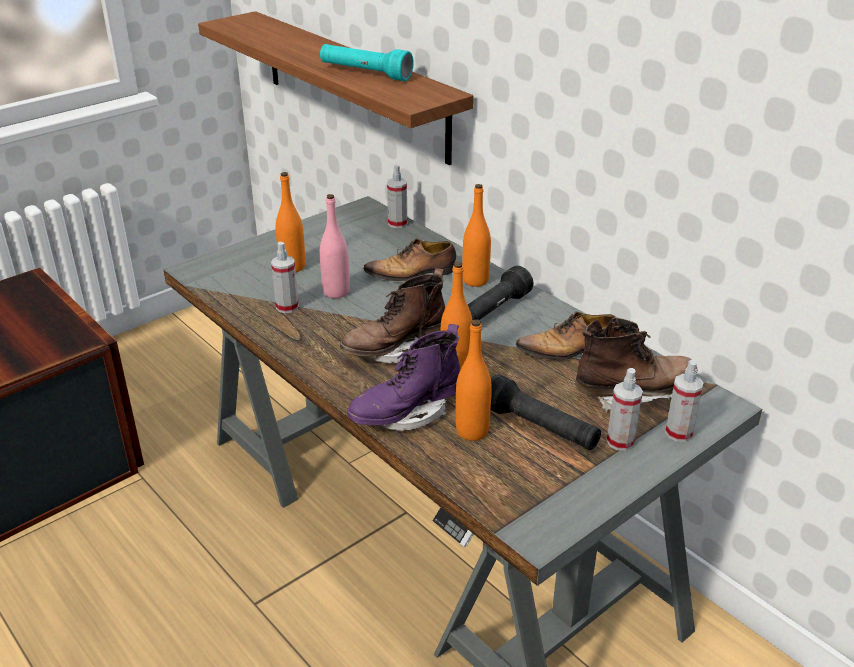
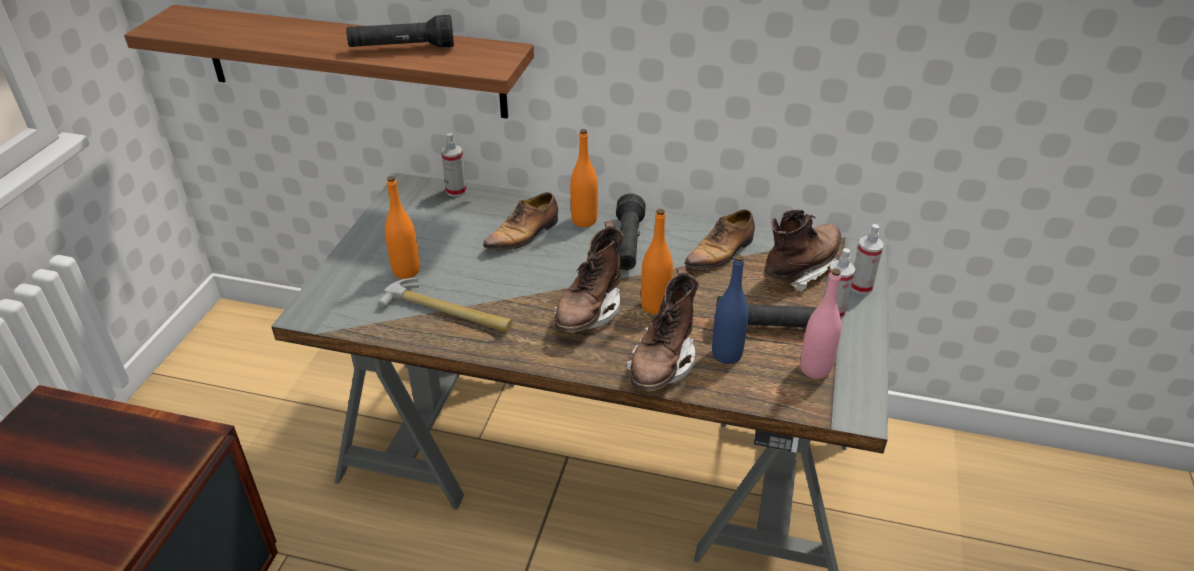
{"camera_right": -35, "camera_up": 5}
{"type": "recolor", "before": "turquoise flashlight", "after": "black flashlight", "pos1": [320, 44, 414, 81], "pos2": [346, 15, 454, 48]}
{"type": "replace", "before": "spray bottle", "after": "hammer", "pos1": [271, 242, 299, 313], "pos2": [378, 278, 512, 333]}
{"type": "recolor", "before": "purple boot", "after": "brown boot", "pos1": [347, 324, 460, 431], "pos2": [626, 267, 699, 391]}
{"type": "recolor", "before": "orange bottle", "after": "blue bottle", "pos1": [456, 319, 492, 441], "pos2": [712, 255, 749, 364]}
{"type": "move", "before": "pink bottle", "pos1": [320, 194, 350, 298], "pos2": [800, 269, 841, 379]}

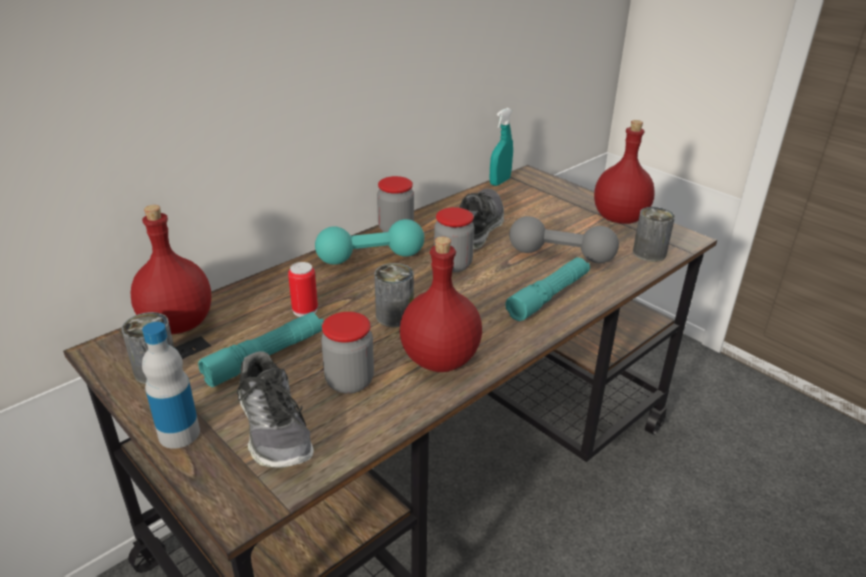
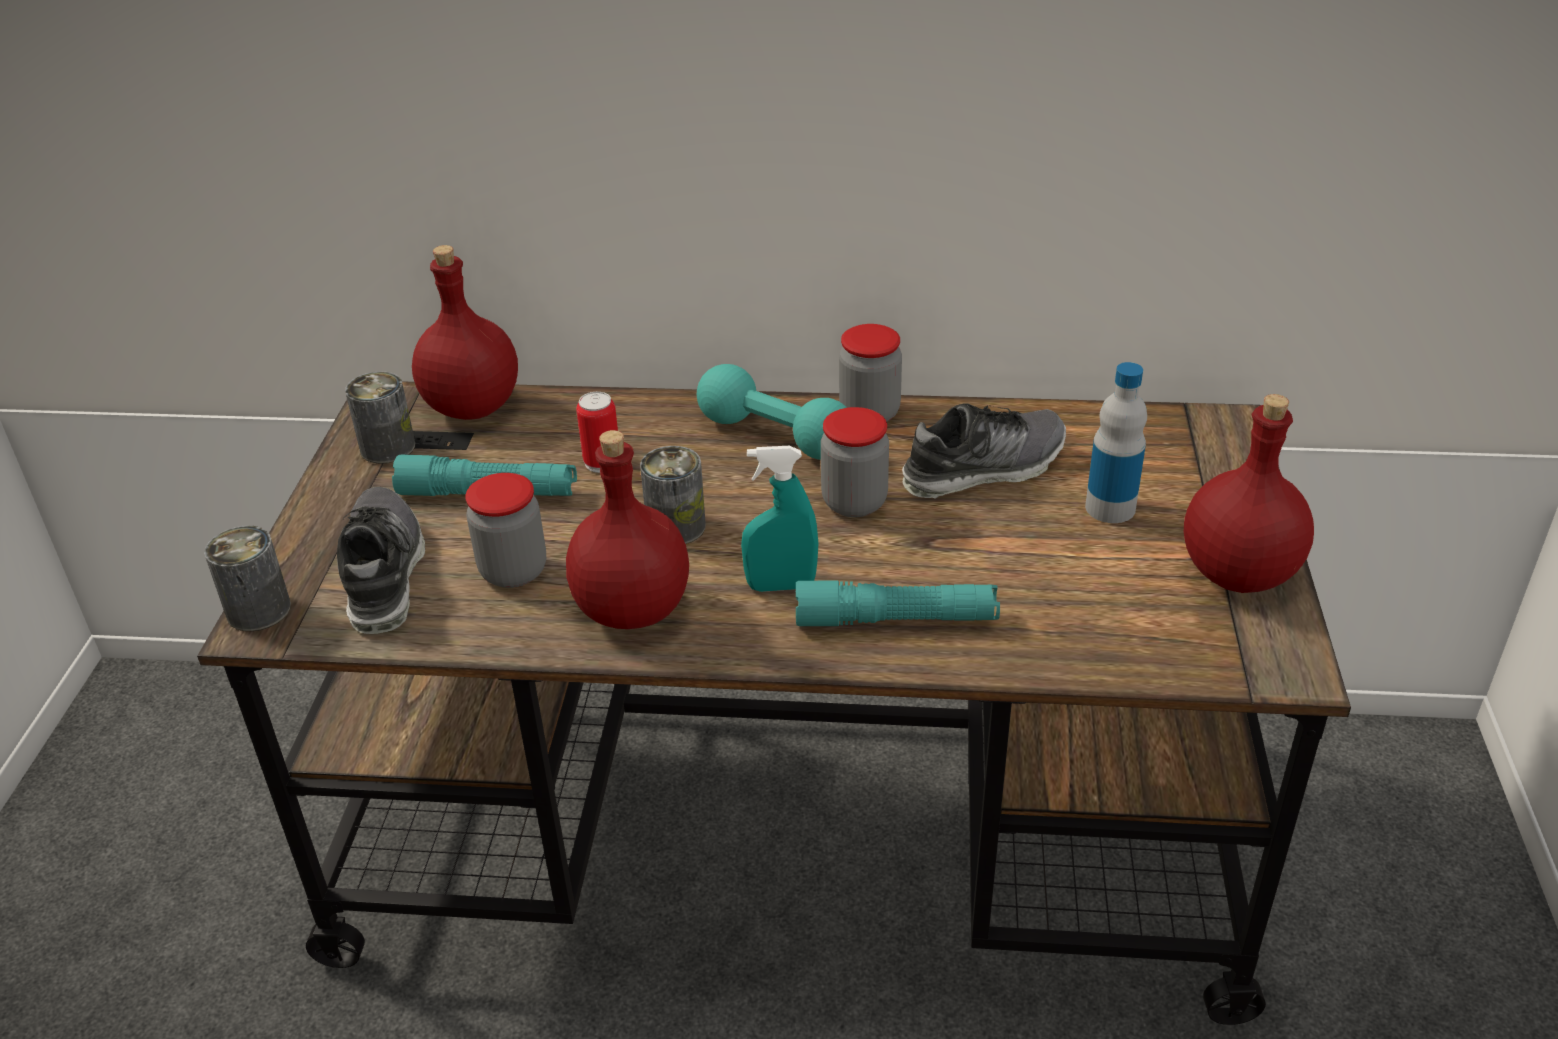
{"camera_right": 50, "camera_up": 5}
{"type": "move", "before": "can", "pos1": [633, 207, 675, 262], "pos2": [204, 525, 291, 631]}
{"type": "rotate", "before": "shoe", "pos1": [237, 351, 314, 467], "pos2": [337, 487, 425, 634], "turn": 150}
{"type": "move", "before": "turquoise spray bottle", "pos1": [490, 108, 513, 186], "pos2": [741, 446, 818, 592]}
{"type": "move", "before": "bottle", "pos1": [142, 322, 200, 449], "pos2": [1085, 362, 1147, 523]}
{"type": "delete", "before": "grey dumbbell", "pos1": [509, 216, 619, 263]}

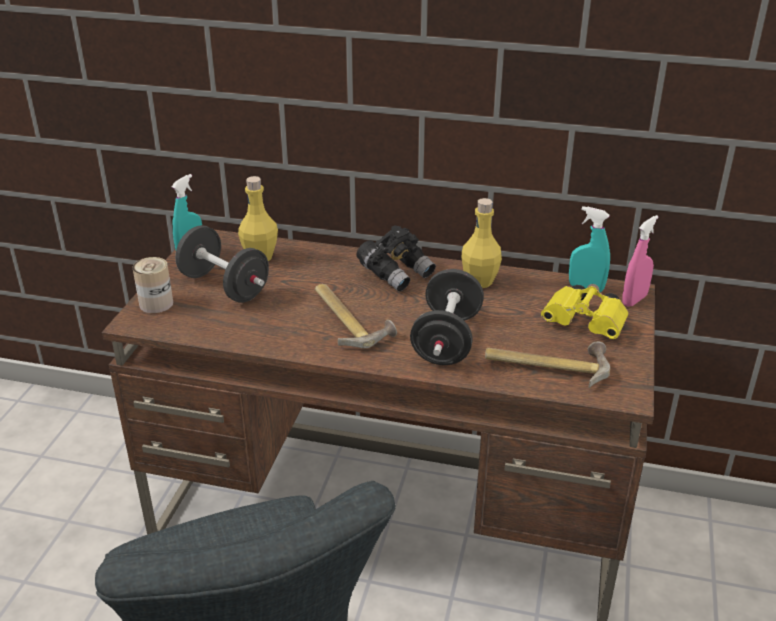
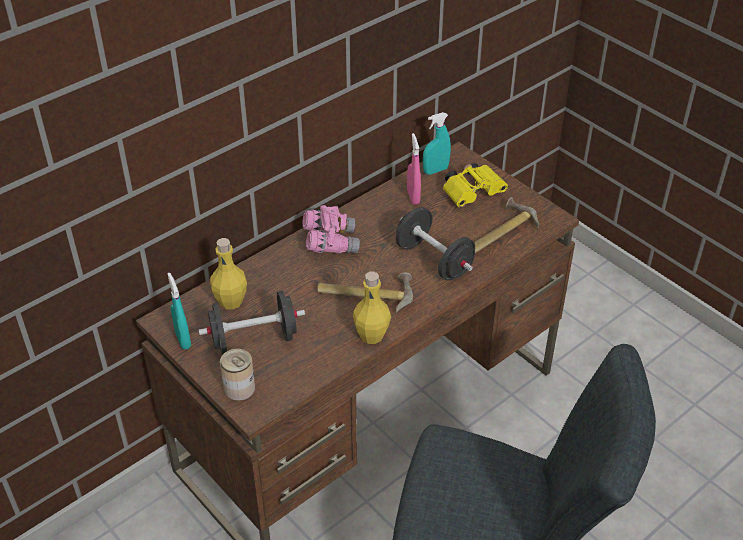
{"camera_right": -55, "camera_up": 10}
{"type": "recolor", "before": "black binoculars", "after": "pink binoculars", "pos1": [356, 225, 436, 292], "pos2": [303, 205, 360, 254]}
{"type": "move", "before": "yellow bottle", "pos1": [462, 198, 502, 288], "pos2": [353, 272, 391, 344]}
{"type": "move", "before": "pink spray bottle", "pos1": [622, 215, 659, 307], "pos2": [407, 133, 421, 205]}

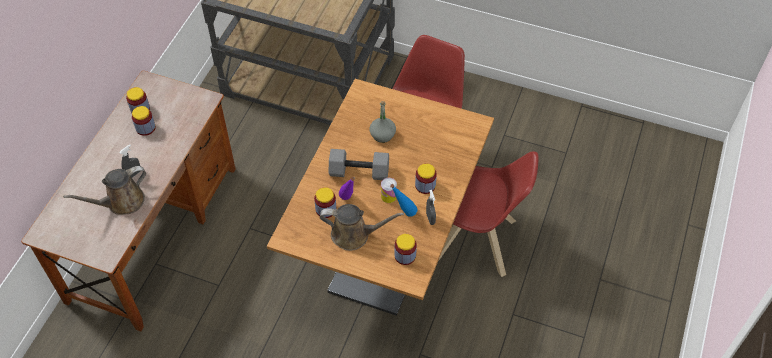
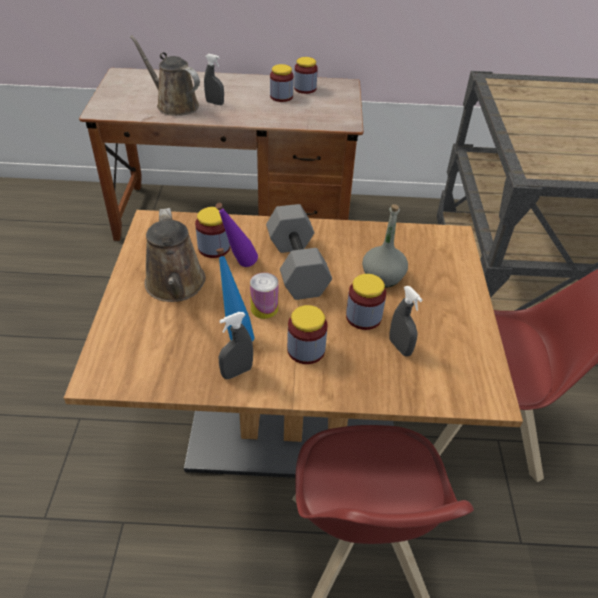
{"camera_right": 70, "camera_up": -10}
{"type": "move", "before": "jar", "pos1": [394, 234, 417, 265], "pos2": [346, 274, 386, 330]}
{"type": "insert", "after": "grey spray bottle", "pos2": [389, 286, 422, 357]}

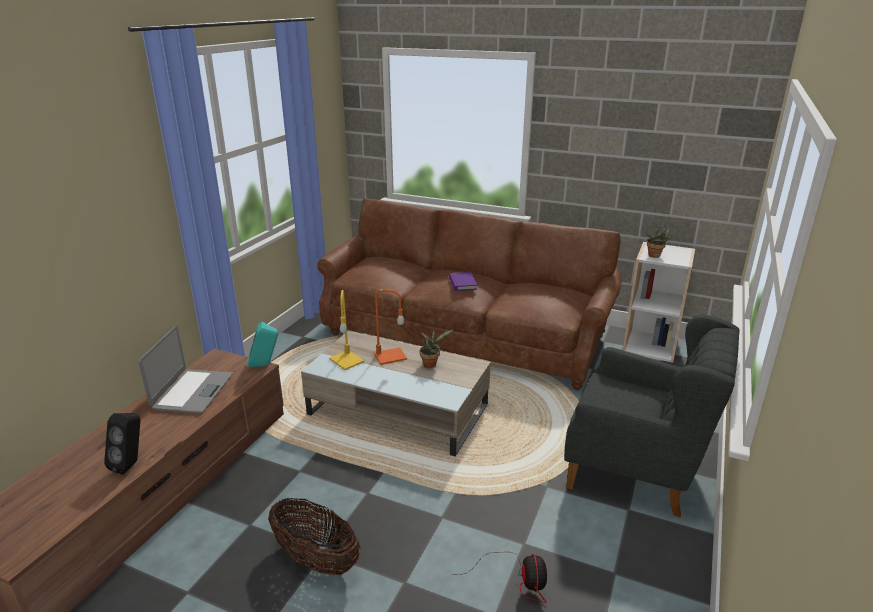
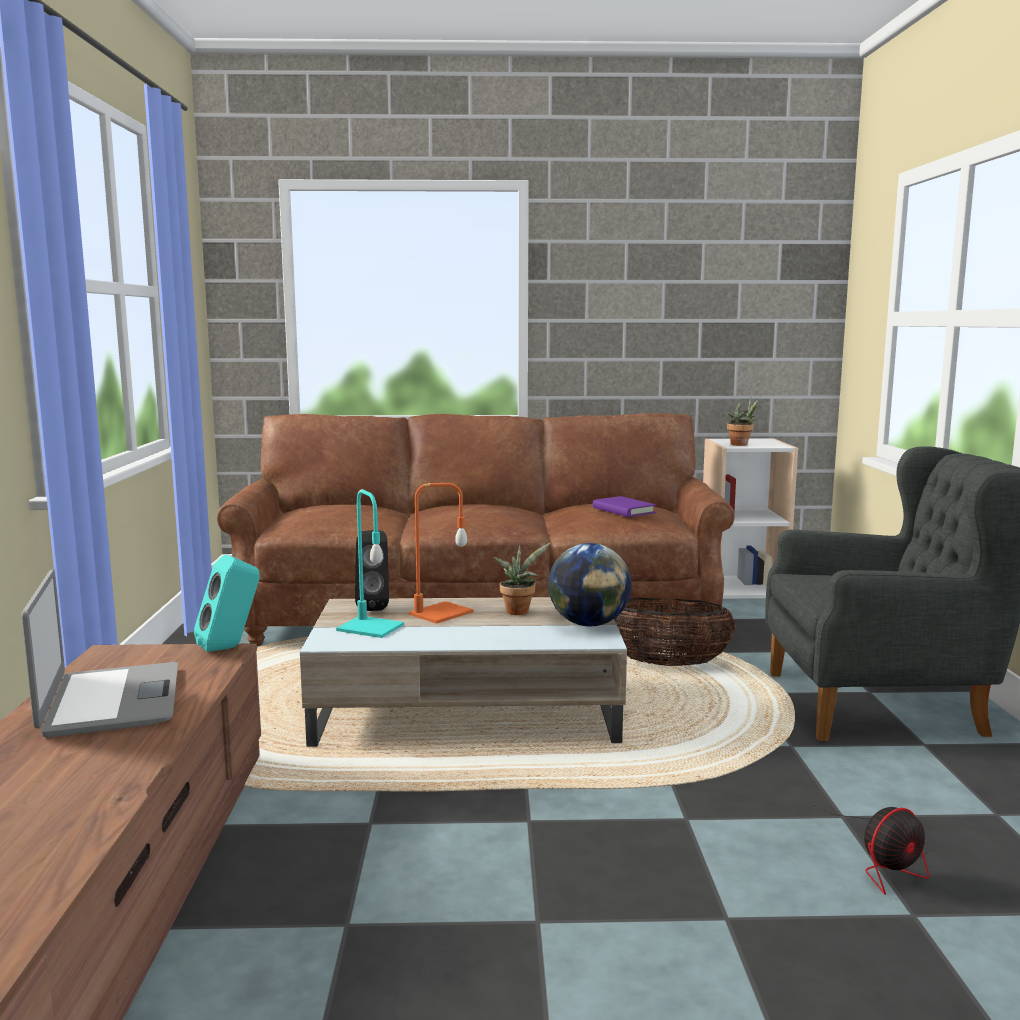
{"camera_right": -25, "camera_up": -15}
{"type": "recolor", "before": "yellow table lamp", "after": "turquoise table lamp", "pos1": [329, 290, 364, 370], "pos2": [336, 489, 404, 638]}
{"type": "move", "before": "black speaker", "pos1": [104, 413, 140, 475], "pos2": [355, 530, 389, 611]}
{"type": "insert", "after": "globe", "pos2": [548, 543, 632, 626]}
{"type": "move", "before": "purple book", "pos1": [449, 272, 477, 291], "pos2": [593, 496, 656, 517]}
{"type": "move", "before": "basket", "pos1": [268, 497, 361, 575], "pos2": [614, 598, 736, 666]}
{"type": "rotate", "before": "fan", "pos1": [456, 552, 547, 603], "pos2": [812, 803, 932, 895], "turn": 90}

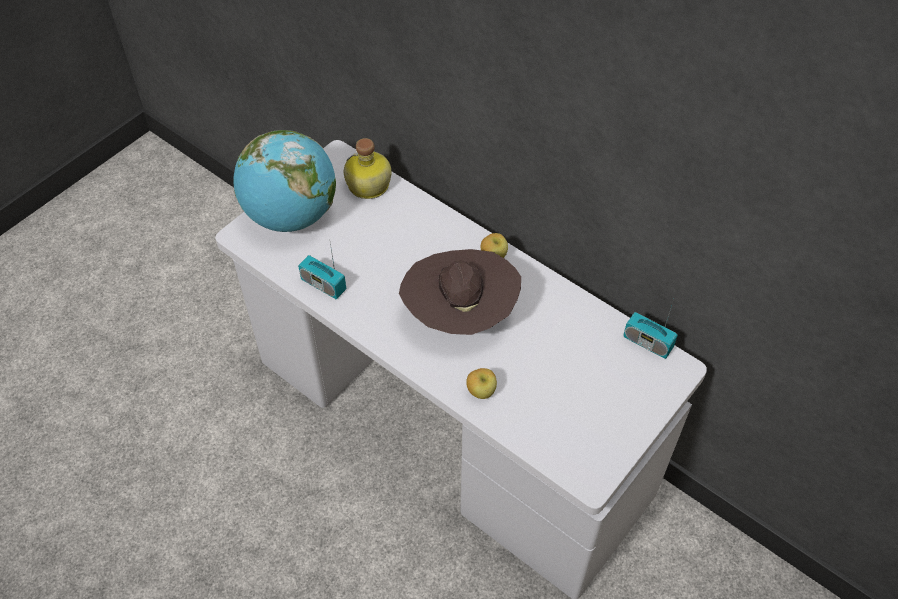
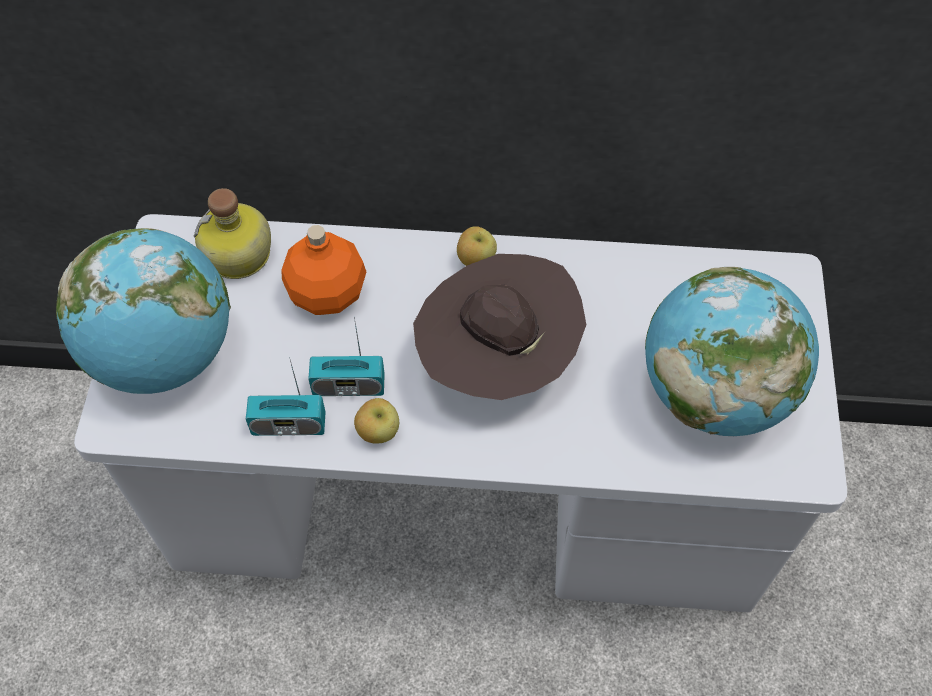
{"camera_right": -35, "camera_up": 5}
{"type": "insert", "after": "orange bottle", "pos2": [281, 225, 366, 315]}
{"type": "move", "before": "radio", "pos1": [623, 299, 678, 359], "pos2": [308, 316, 385, 396]}
{"type": "move", "before": "apple", "pos1": [466, 368, 497, 399], "pos2": [354, 398, 399, 444]}
{"type": "insert", "after": "globe", "pos2": [645, 267, 819, 436]}

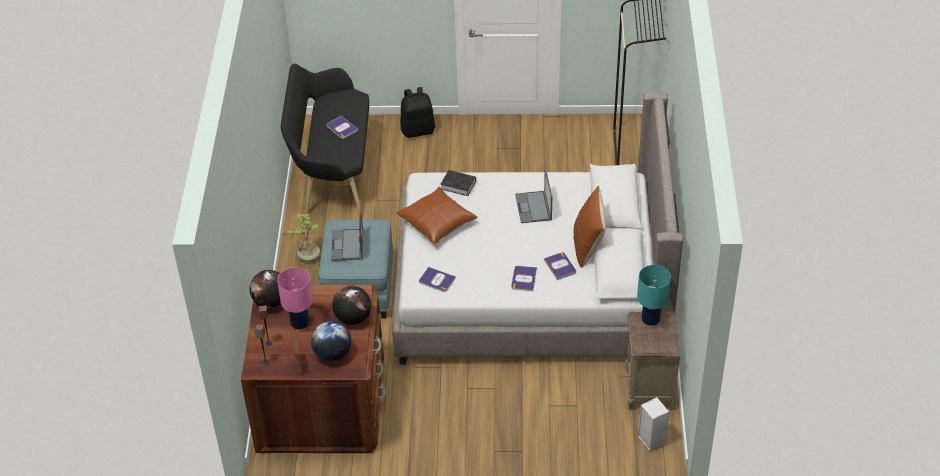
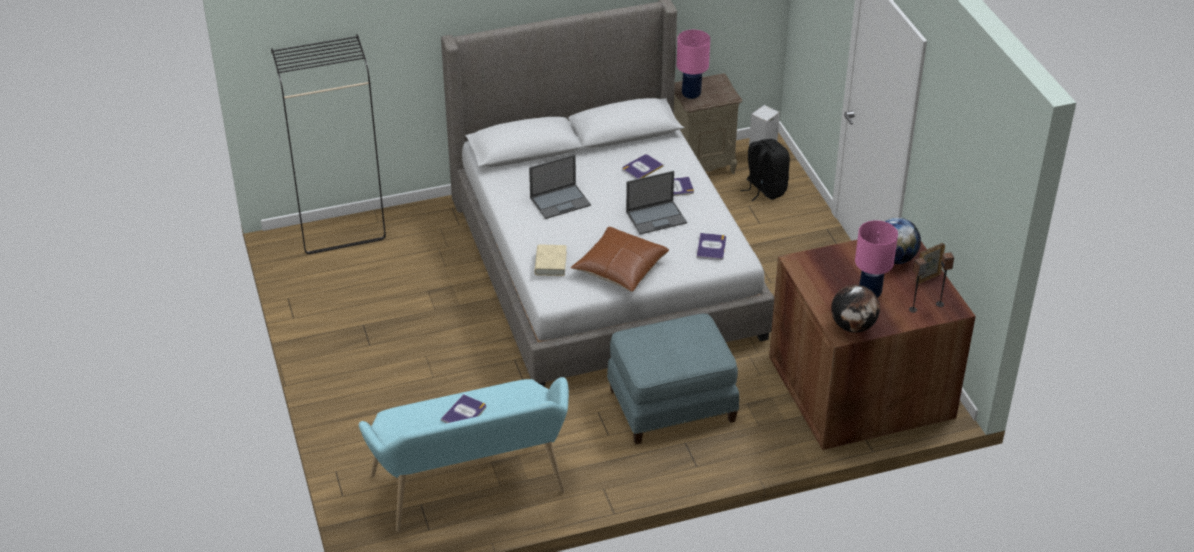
{"camera_right": -110, "camera_up": -5}
{"type": "recolor", "before": "black bench", "after": "turquoise bench", "pos1": [281, 64, 371, 217], "pos2": [359, 377, 569, 532]}
{"type": "recolor", "before": "black book", "after": "beige book", "pos1": [440, 170, 476, 196], "pos2": [534, 244, 567, 276]}
{"type": "move", "before": "laptop", "pos1": [331, 207, 363, 261], "pos2": [626, 171, 687, 234]}
{"type": "recolor", "before": "turquoise table lamp", "after": "pink table lamp", "pos1": [637, 265, 671, 326], "pos2": [677, 30, 710, 99]}
{"type": "move", "before": "black backpack", "pos1": [400, 87, 435, 138], "pos2": [740, 139, 790, 201]}
{"type": "delete", "before": "potted plant", "pos1": [286, 213, 320, 262]}
{"type": "delete", "before": "globe", "pos1": [332, 286, 371, 325]}
{"type": "delete", "before": "brown pillow", "pos1": [574, 185, 606, 268]}

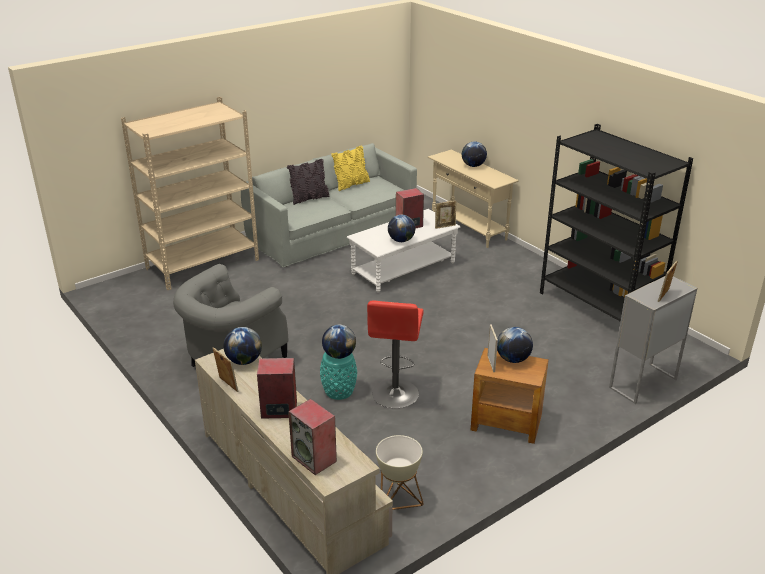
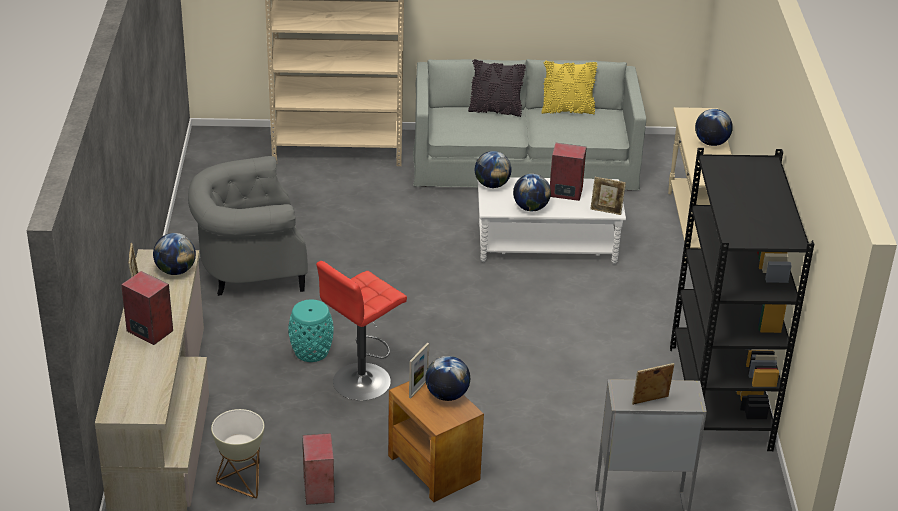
{"camera_right": 35, "camera_up": 5}
{"type": "move", "before": "speaker", "pos1": [288, 399, 337, 475], "pos2": [302, 433, 335, 505]}
{"type": "move", "before": "globe", "pos1": [322, 325, 356, 359], "pos2": [475, 151, 512, 188]}

